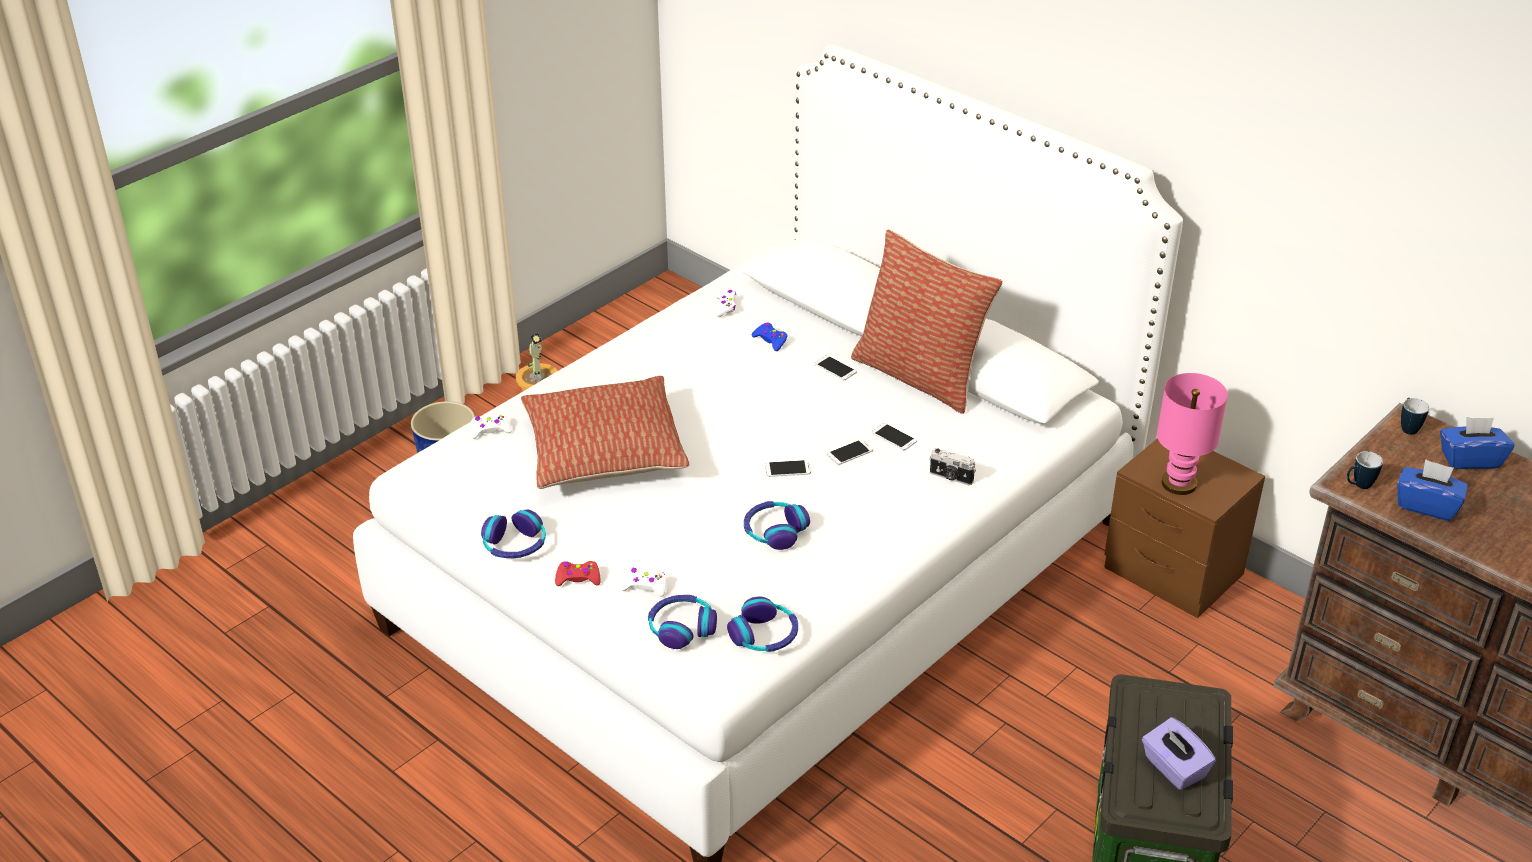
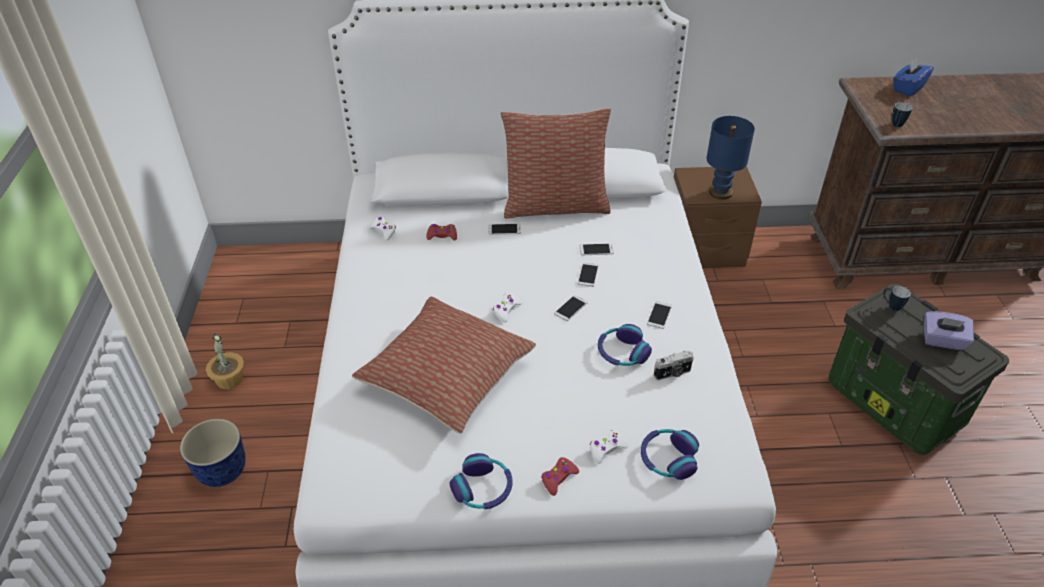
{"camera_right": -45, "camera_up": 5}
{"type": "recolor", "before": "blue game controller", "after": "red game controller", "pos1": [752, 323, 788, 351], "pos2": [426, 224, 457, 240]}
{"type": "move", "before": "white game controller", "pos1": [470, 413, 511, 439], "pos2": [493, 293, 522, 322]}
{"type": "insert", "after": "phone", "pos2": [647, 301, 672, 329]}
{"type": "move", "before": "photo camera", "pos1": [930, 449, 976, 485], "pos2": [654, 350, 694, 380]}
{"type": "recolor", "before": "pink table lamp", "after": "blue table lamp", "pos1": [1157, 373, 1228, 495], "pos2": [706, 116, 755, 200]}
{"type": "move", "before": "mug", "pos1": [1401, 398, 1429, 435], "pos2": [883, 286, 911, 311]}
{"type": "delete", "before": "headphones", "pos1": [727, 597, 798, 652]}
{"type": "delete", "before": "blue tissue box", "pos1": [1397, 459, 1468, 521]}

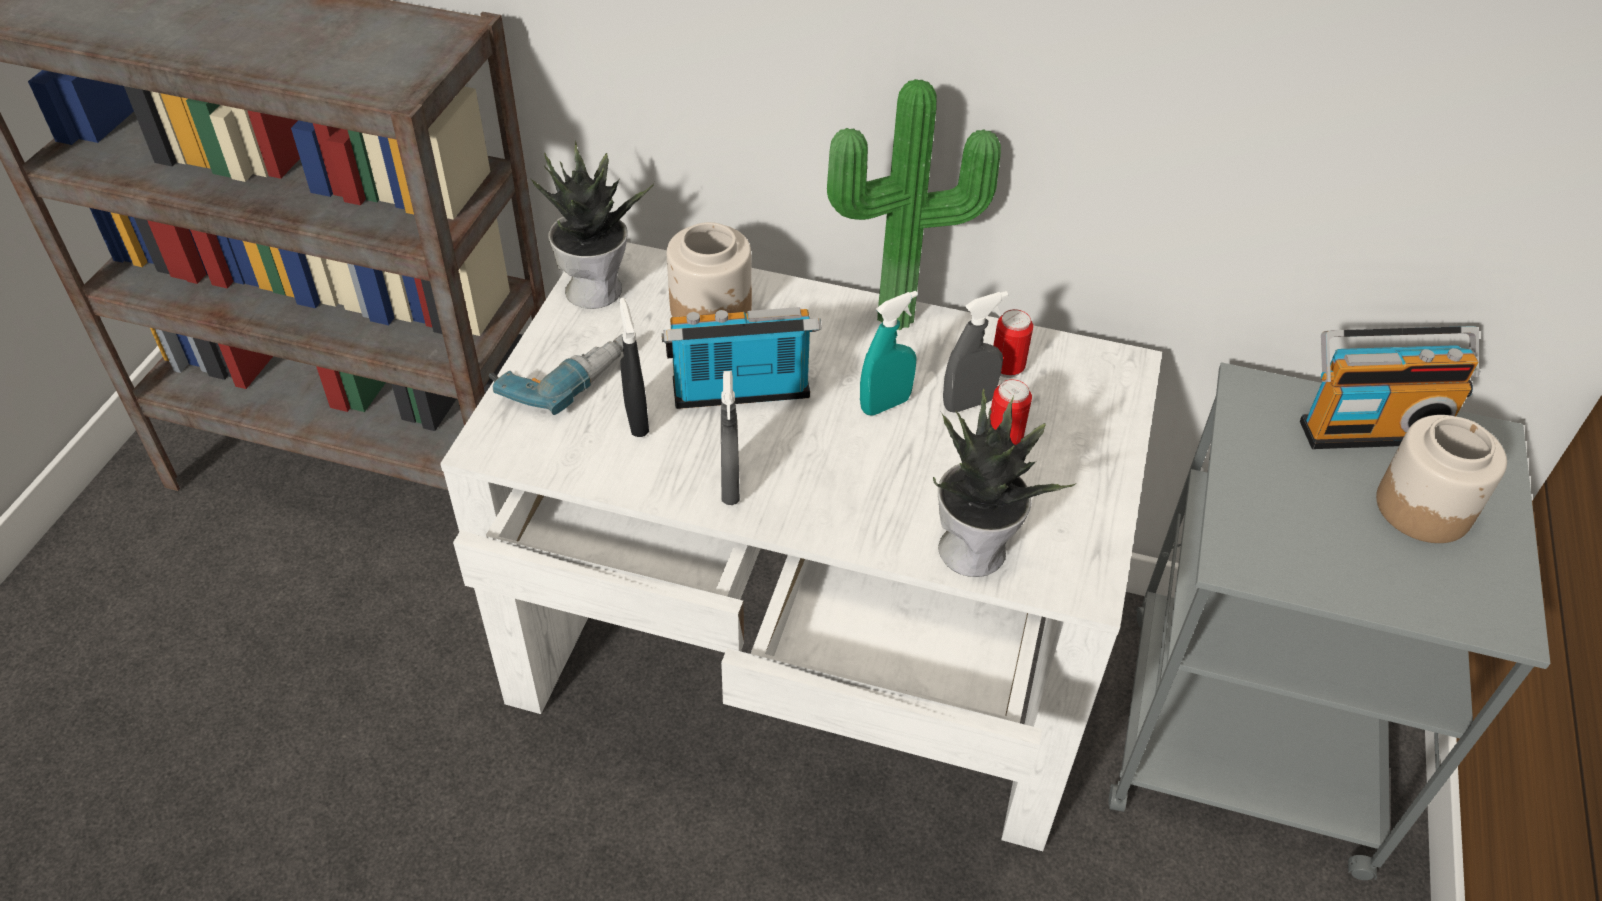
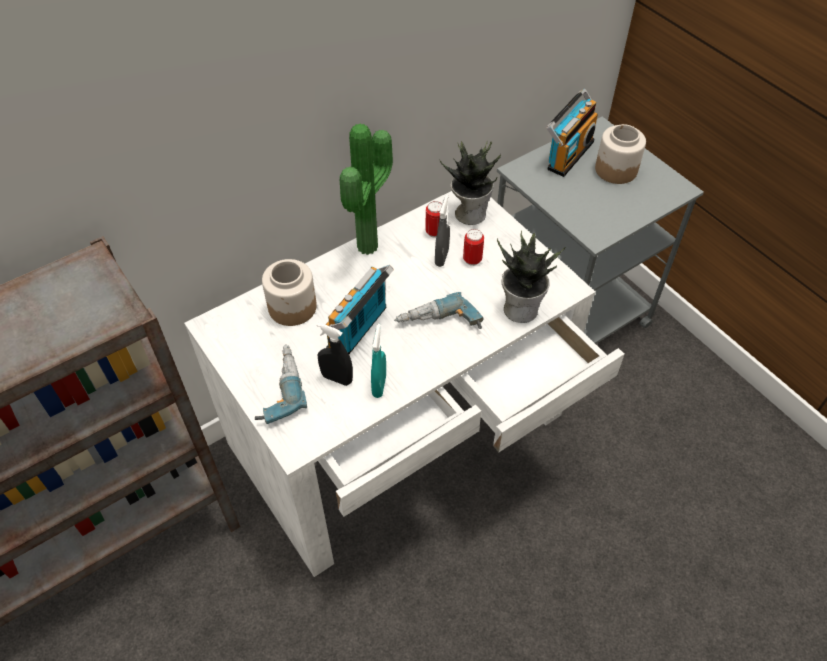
{"camera_right": -50, "camera_up": 5}
{"type": "move", "before": "turquoise spray bottle", "pos1": [860, 291, 918, 415], "pos2": [371, 324, 386, 398]}
{"type": "insert", "after": "power drill", "pos2": [394, 292, 484, 329]}
{"type": "move", "before": "potted plant", "pos1": [530, 141, 654, 309], "pos2": [439, 141, 501, 225]}
{"type": "delete", "before": "grey spray bottle", "pos1": [721, 371, 740, 505]}

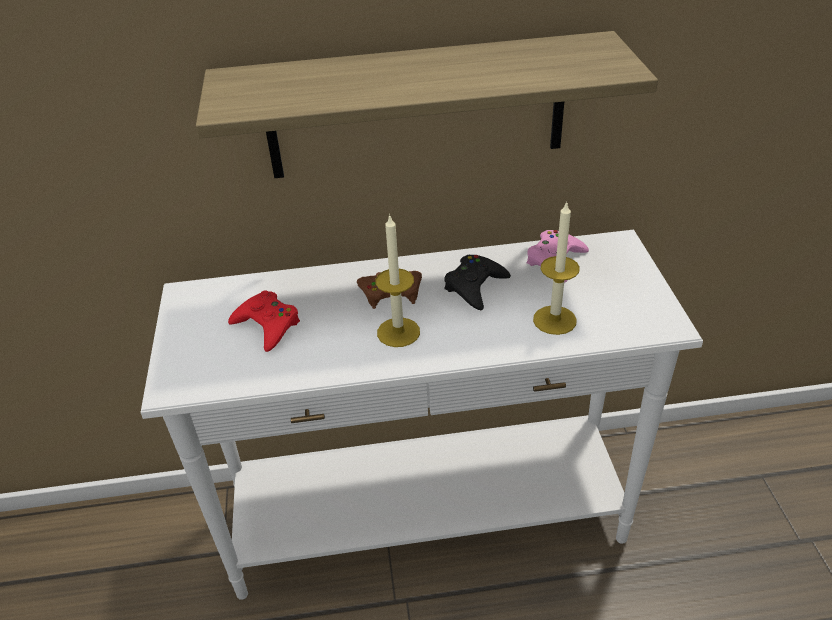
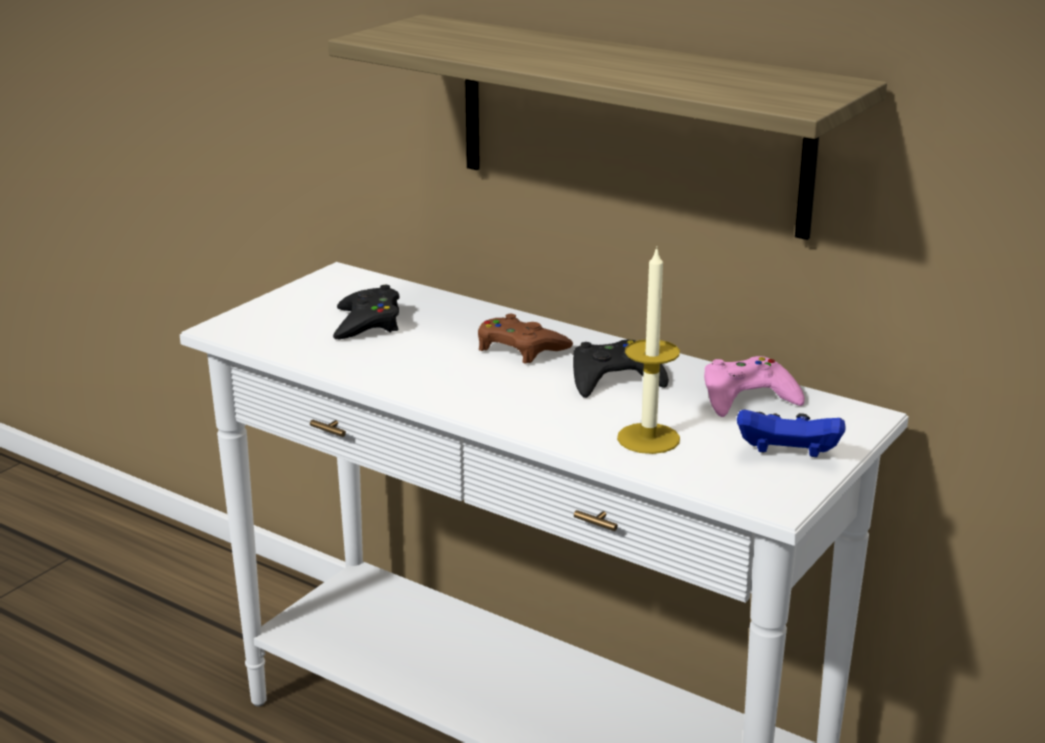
{"camera_right": 40, "camera_up": -15}
{"type": "recolor", "before": "red game controller", "after": "black game controller", "pos1": [228, 290, 300, 352], "pos2": [333, 285, 399, 339]}
{"type": "insert", "after": "blue game controller", "pos2": [737, 409, 846, 457]}
{"type": "delete", "before": "candle", "pos1": [375, 214, 420, 347]}

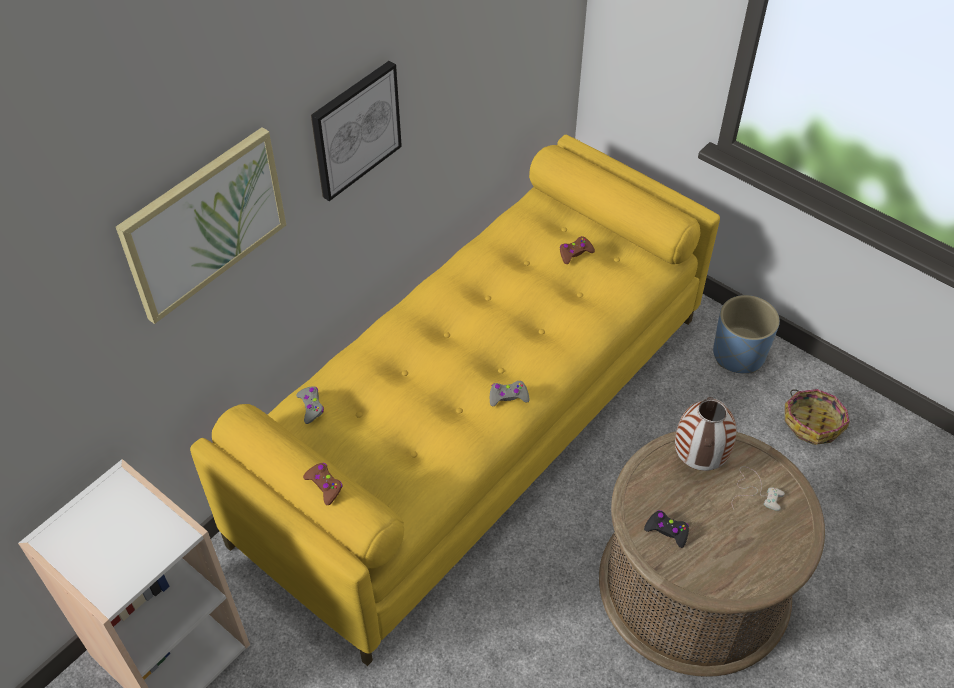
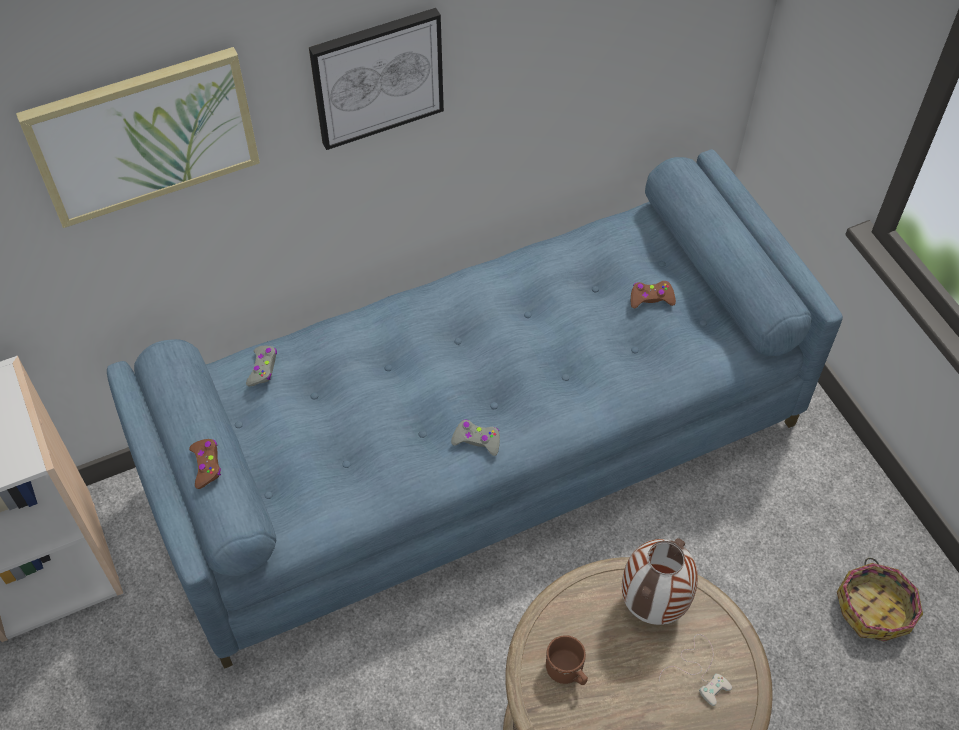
{"camera_right": 25, "camera_up": 5}
{"type": "recolor", "before": "yellow sofa", "after": "blue sofa", "pos1": [190, 135, 720, 666], "pos2": [107, 149, 843, 669]}
{"type": "replace", "before": "black game controller", "after": "brown mug", "pos1": [644, 510, 689, 548], "pos2": [546, 635, 588, 685]}
{"type": "delete", "before": "blue planter", "pos1": [713, 295, 780, 374]}

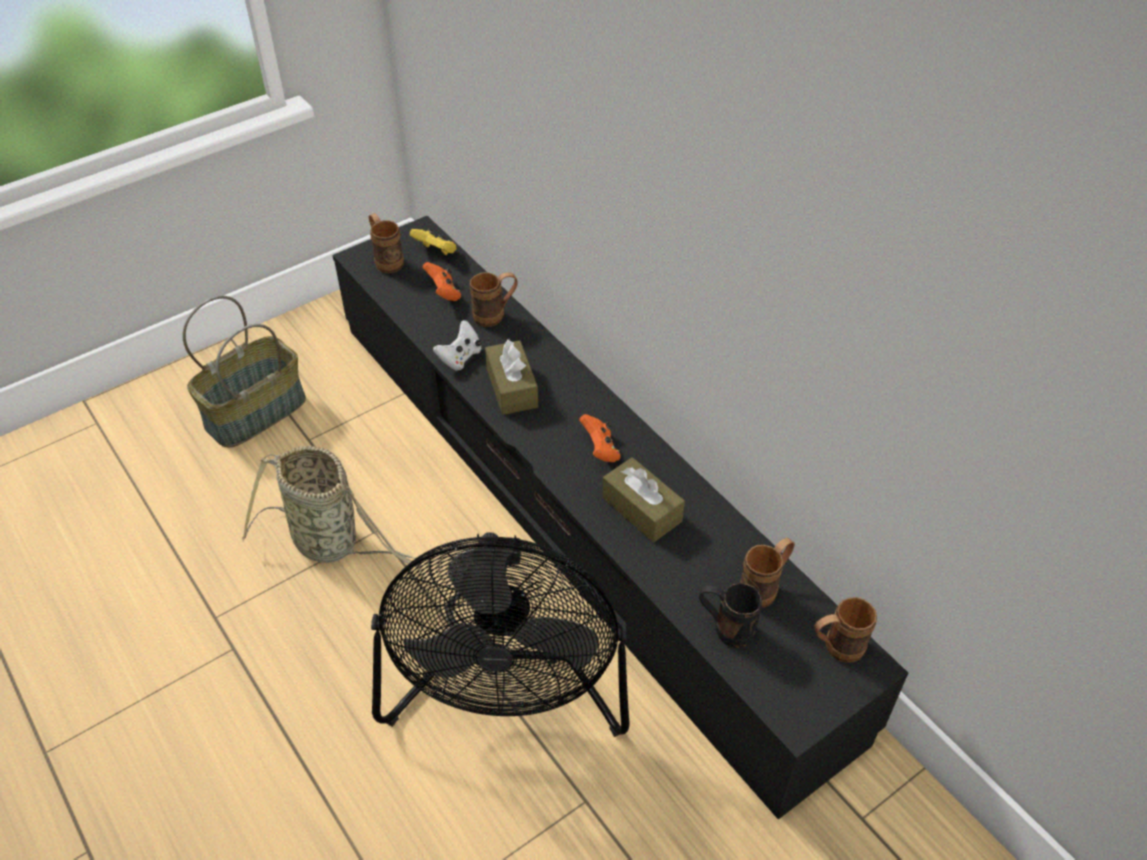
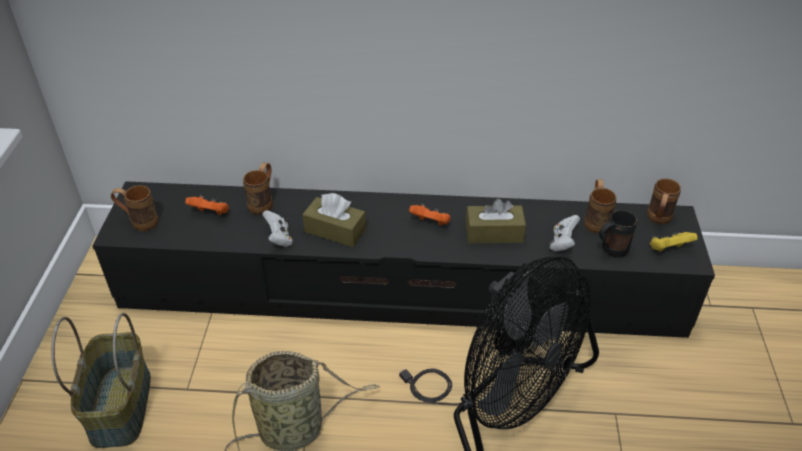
{"camera_right": -50, "camera_up": -5}
{"type": "insert", "after": "white game controller", "pos2": [550, 215, 580, 251]}
{"type": "move", "before": "yellow game controller", "pos1": [409, 229, 457, 255], "pos2": [650, 232, 698, 252]}

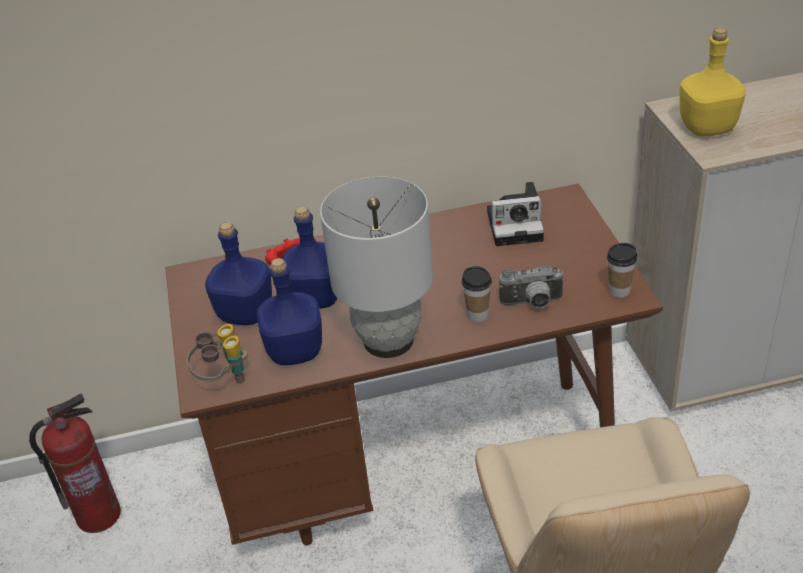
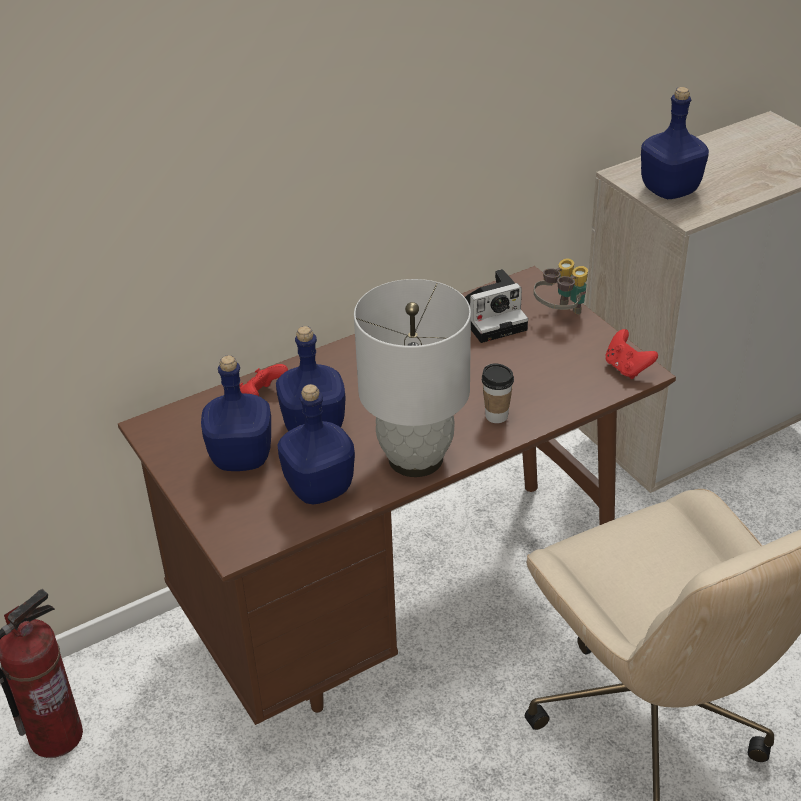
{"camera_right": -20, "camera_up": 0}
{"type": "move", "before": "binoculars", "pos1": [187, 324, 248, 384], "pos2": [534, 258, 588, 315]}
{"type": "replace", "before": "cup", "after": "red game controller", "pos1": [607, 243, 637, 298], "pos2": [605, 329, 658, 379]}
{"type": "recolor", "before": "yellow bottle", "after": "blue bottle", "pos1": [680, 28, 746, 136], "pos2": [641, 87, 709, 199]}
{"type": "delete", "before": "photo camera", "pos1": [499, 266, 564, 308]}

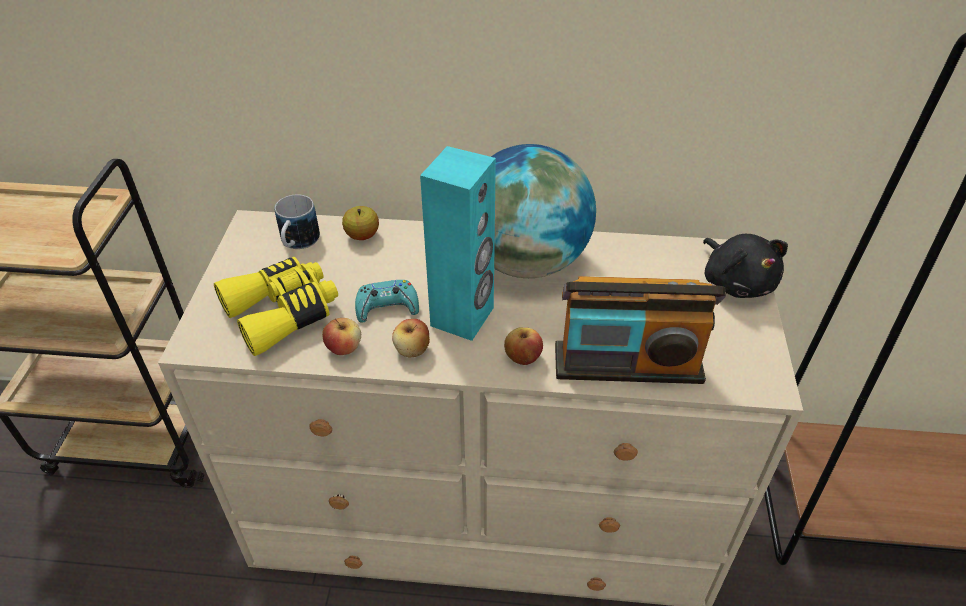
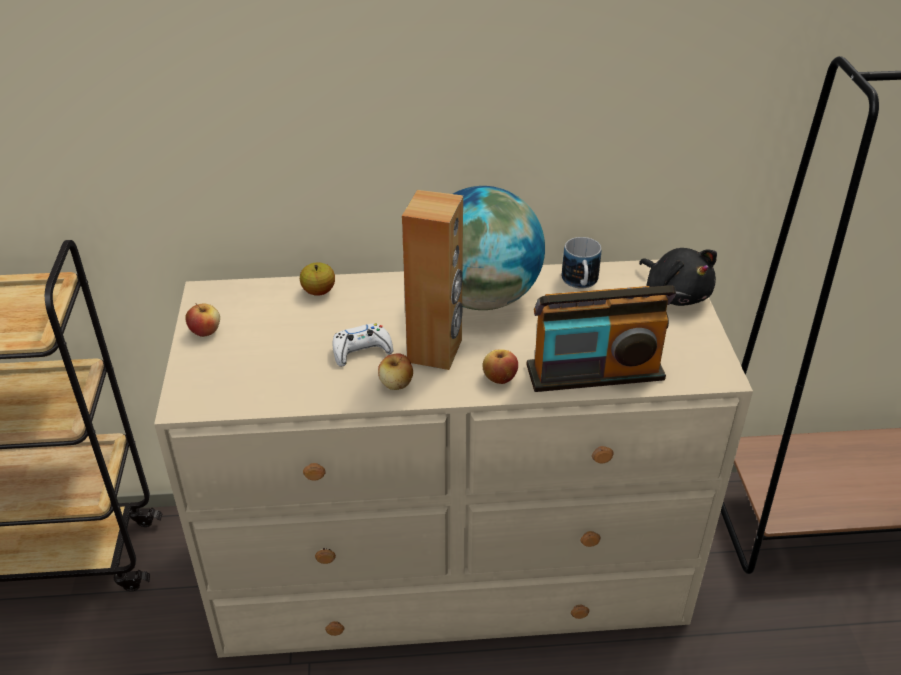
{"camera_right": -10, "camera_up": -5}
{"type": "move", "before": "apple", "pos1": [322, 318, 361, 355], "pos2": [185, 304, 220, 337]}
{"type": "recolor", "before": "turquoise game controller", "after": "white game controller", "pos1": [355, 280, 419, 323], "pos2": [333, 323, 393, 367]}
{"type": "recolor", "before": "turquoise speaker", "after": "brown speaker", "pos1": [420, 146, 496, 341], "pos2": [402, 190, 463, 370]}
{"type": "move", "before": "mug", "pos1": [275, 194, 320, 249], "pos2": [562, 237, 601, 289]}
{"type": "delete", "before": "yellow binoculars", "pos1": [214, 257, 338, 356]}

